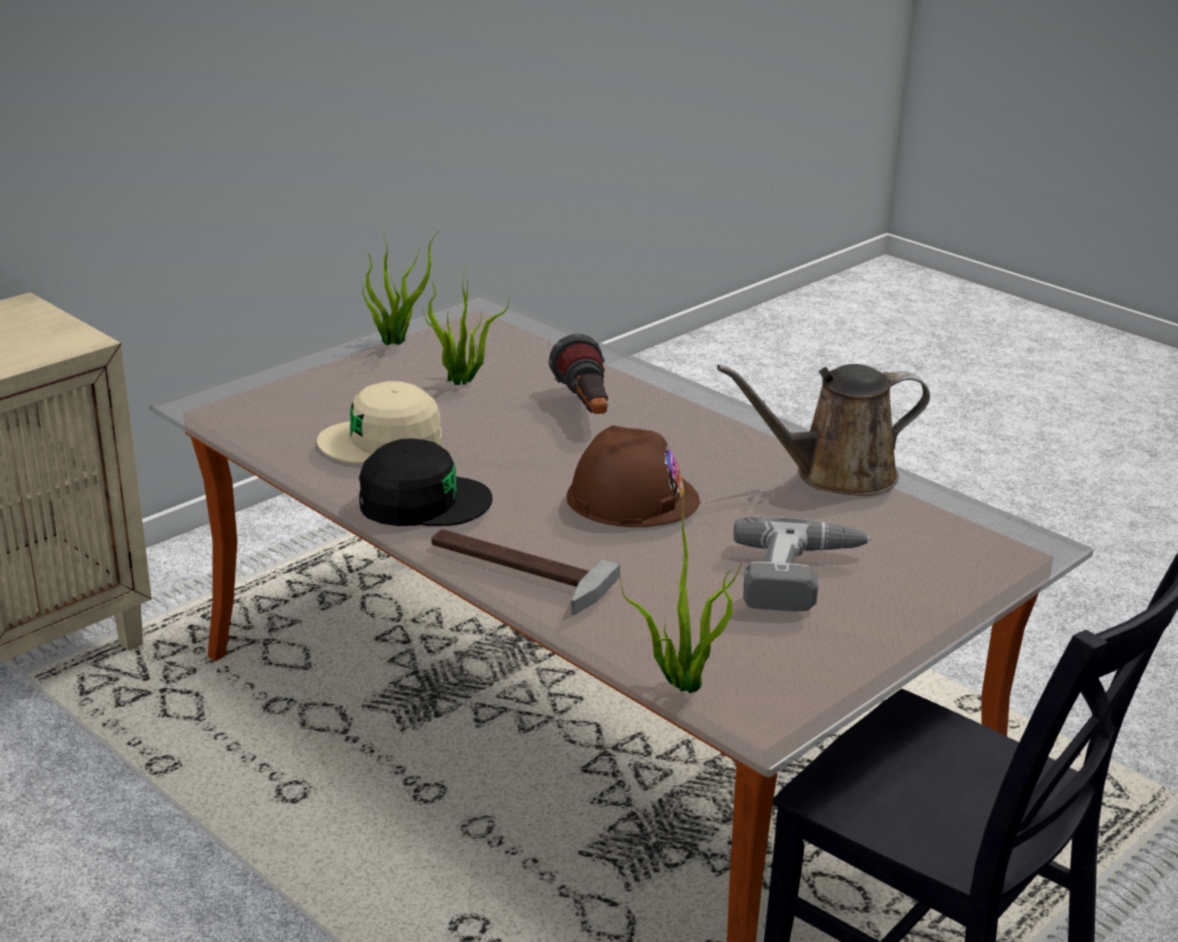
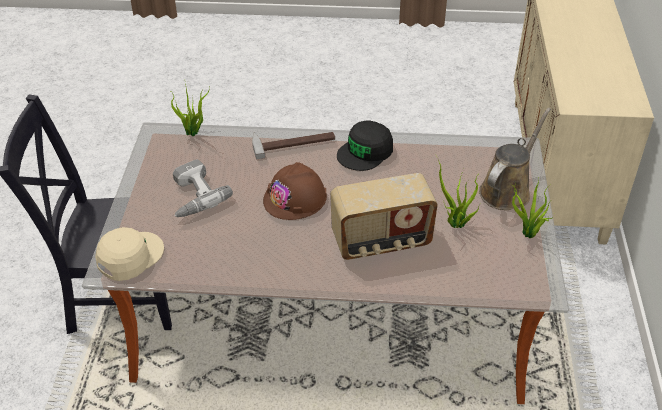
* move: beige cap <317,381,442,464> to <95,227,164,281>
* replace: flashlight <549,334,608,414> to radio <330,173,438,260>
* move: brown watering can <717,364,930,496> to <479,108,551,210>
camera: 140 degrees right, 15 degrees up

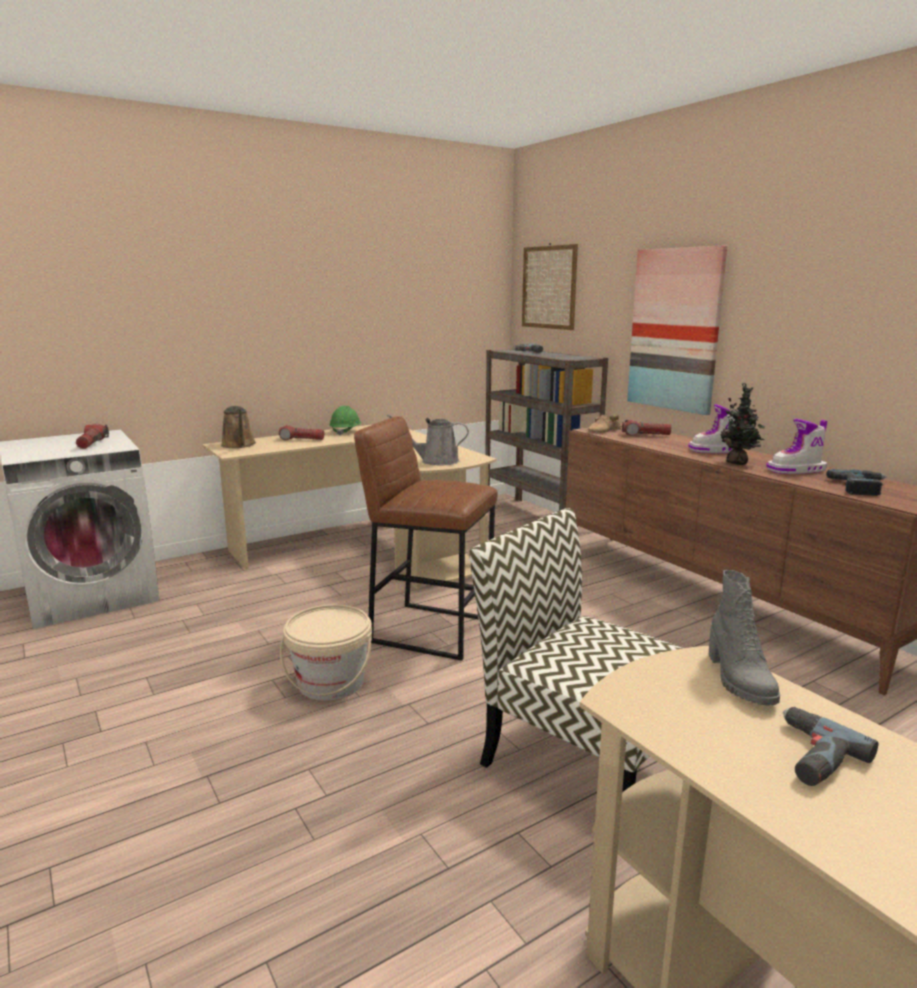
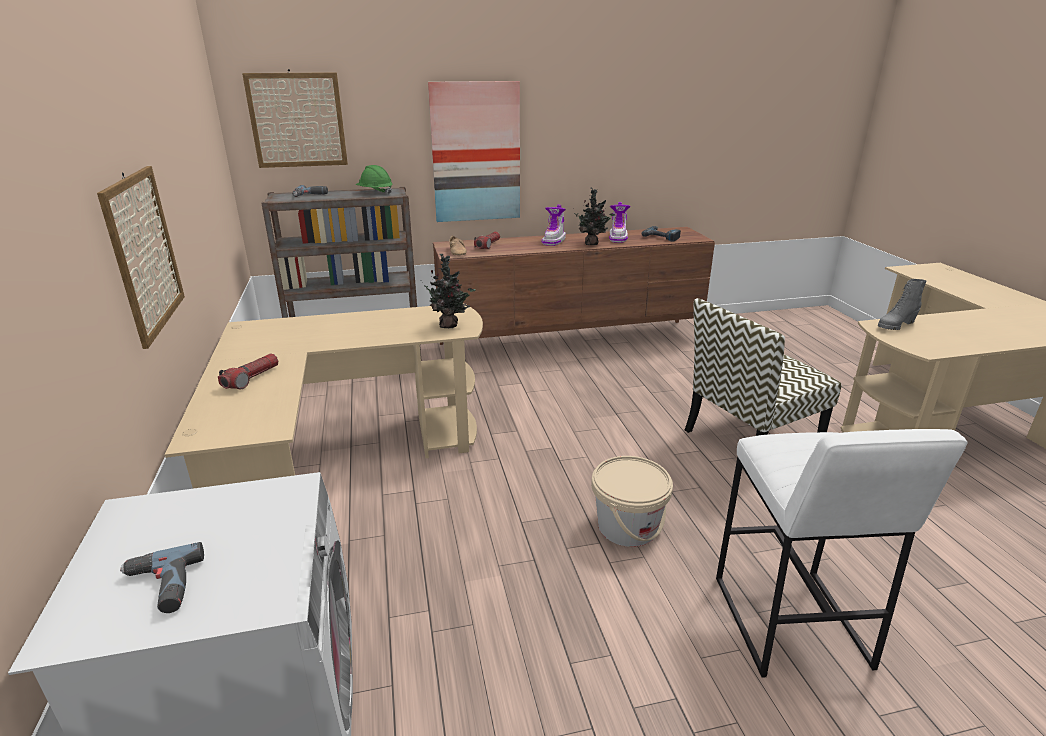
* delete: flashlight <76,424,109,449>
* delete: brown watering can <221,406,256,448>
* move: green hard hat <330,406,361,435> to <356,165,393,194>
* delete: brown stool <354,416,498,661>
* replace: grey watering can <386,414,469,465> to potted plant <420,254,476,328>
* rotate: grey boot <709,570,780,706> = <878,279,926,330> 135 degrees clockwise
* move: power drill <783,707,879,786> to <120,542,204,613>
* insert: picture <97,166,185,349>
* insert: white stool <716,429,968,678>
camera: 70 degrees left, 10 degrees up

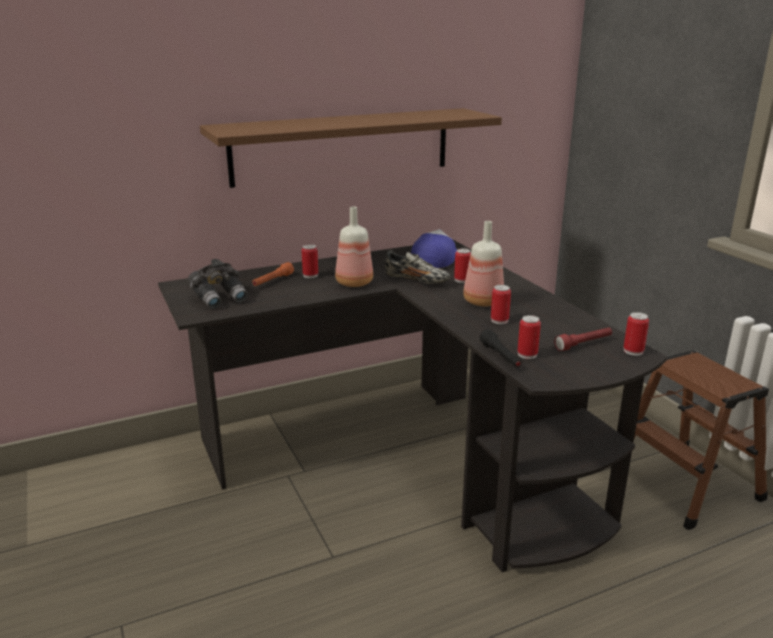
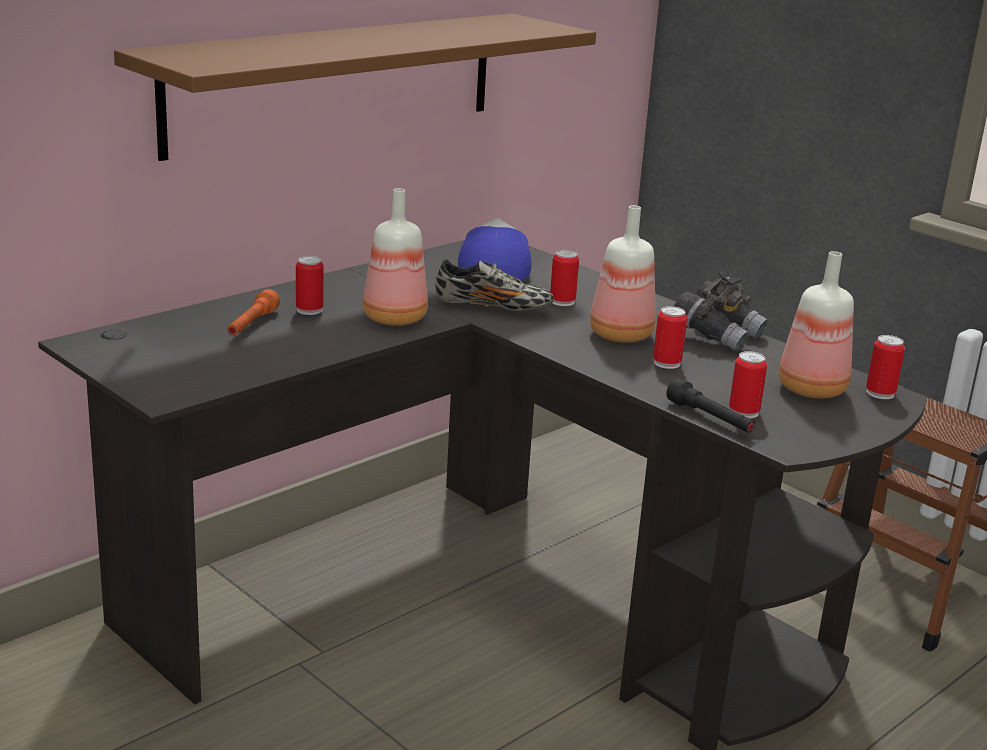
* move: grey binoculars <188,259,248,309> to <674,271,768,351>
* replace: red flashlight <554,327,612,351> to bottle <778,251,854,399>
camera: 20 degrees left, 0 degrees up

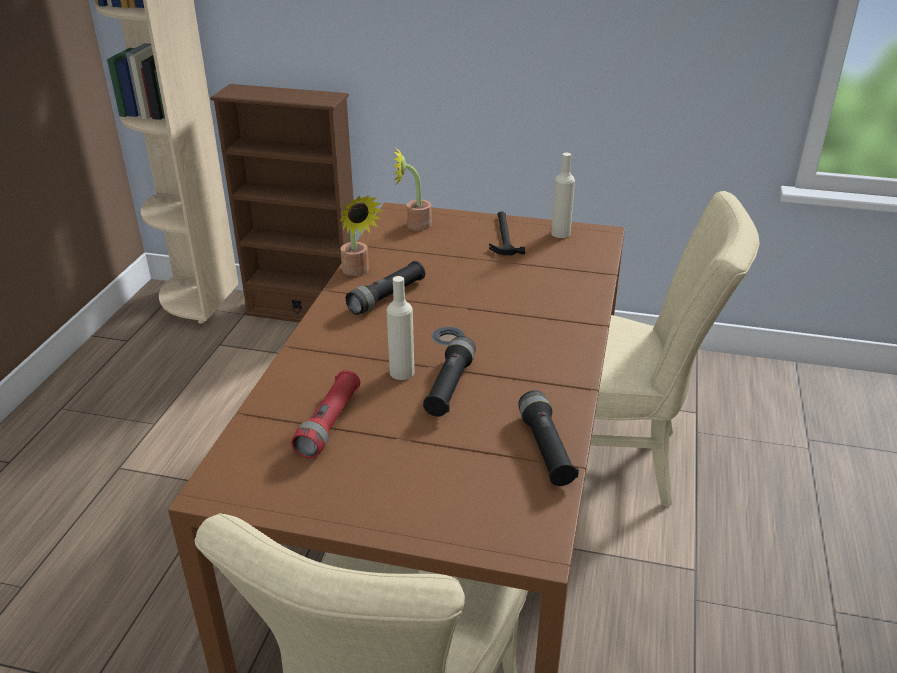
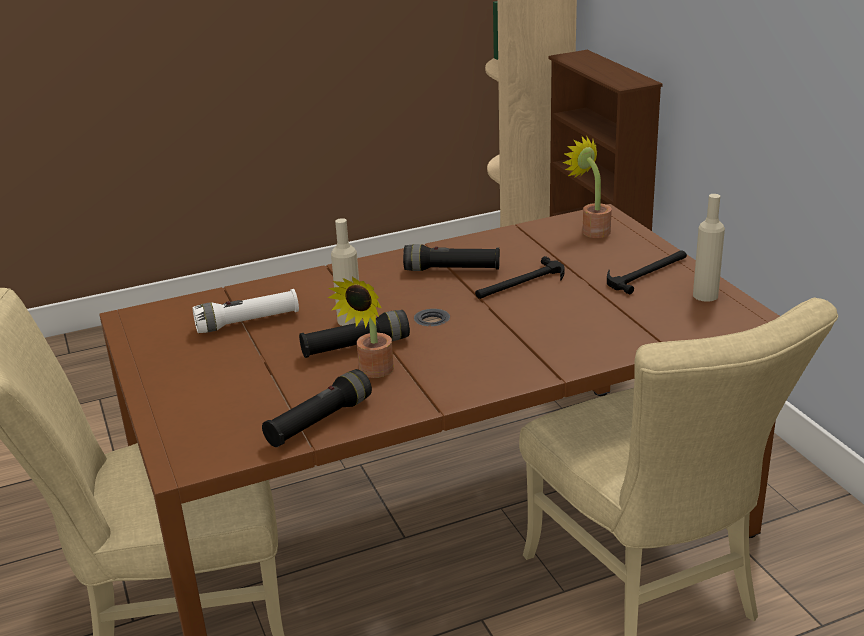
* recolor: red flashlight <291,370,360,459> to white flashlight <192,289,299,333>
* move: potted plant <340,195,382,276> to <328,277,394,378>
* insert: hammer <475,256,565,299>
camera: 55 degrees right, 5 degrees down

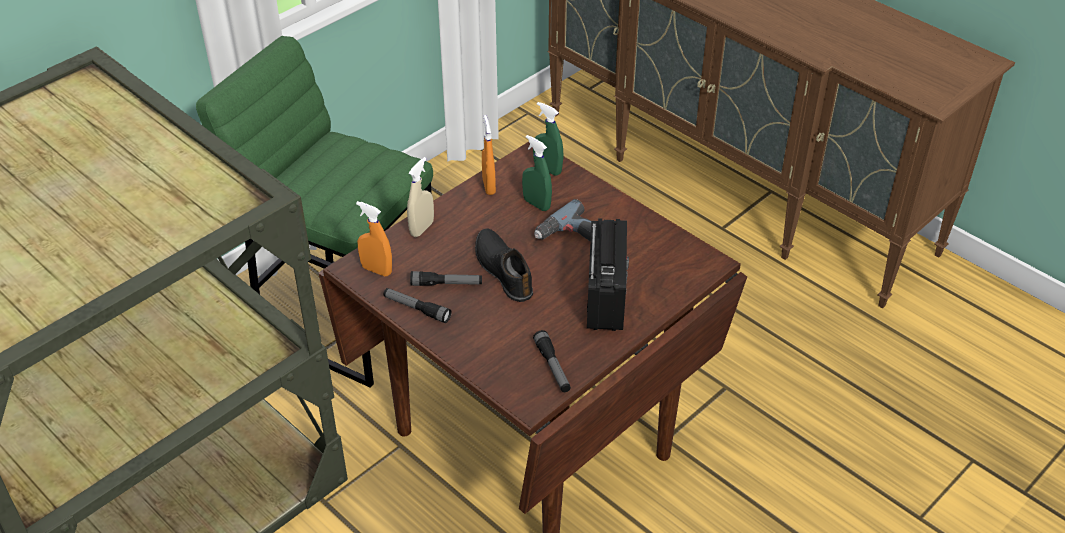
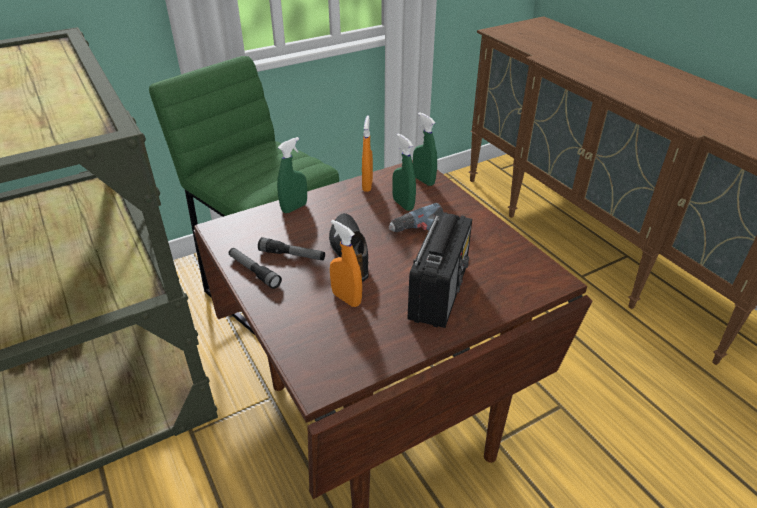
* move: orange spray bottle <356,201,392,277> to <330,220,362,307>
* recolor: beige spray bottle <407,157,434,237> to green spray bottle <277,137,307,213>
* delete: flashlight <533,330,571,392>
camera: 15 degrees right, 5 degrees down

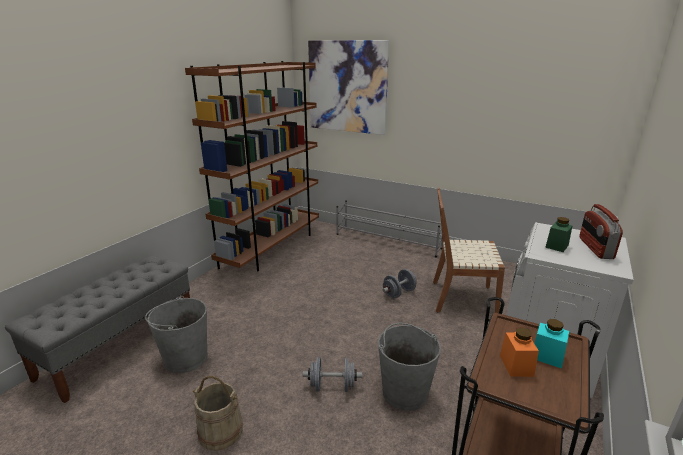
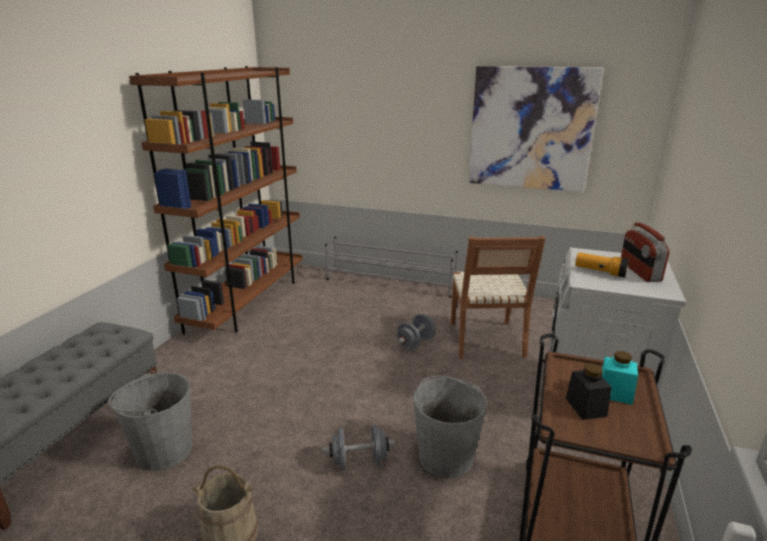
* move: picture <308,40,389,135> to <469,66,604,192>
* rotate: chair <433,188,505,313> = <450,236,545,359> 90 degrees counterclockwise
* recolor: orange jar <500,327,539,377> to black jar <566,363,612,420>
* replace: green jar <545,217,573,252> to flashlight <575,252,629,277>
camera: 10 degrees left, 0 degrees up

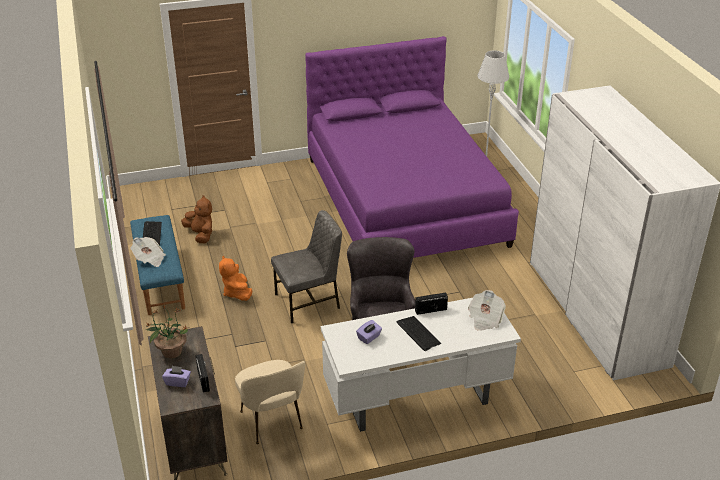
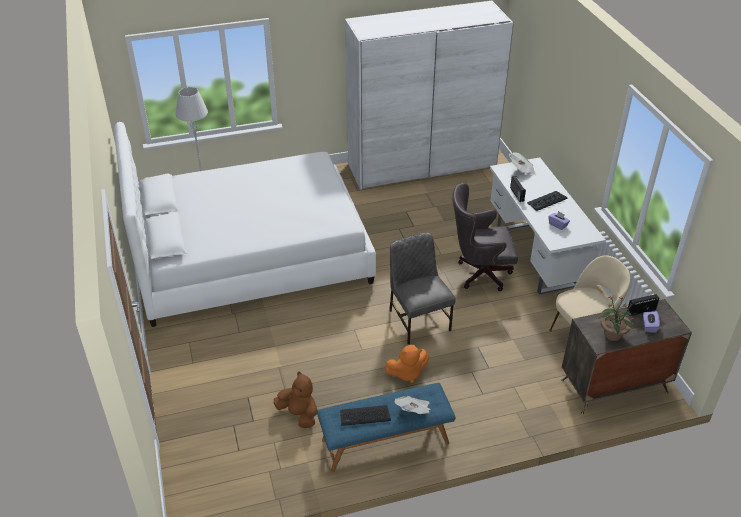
* rotate: brown plush toy <181,195,212,243> = <274,371,317,428> 75 degrees clockwise
* recolor: purple bed <305,36,519,258> to white bed <114,122,376,327>
camera: 90 degrees left, 5 degrees up

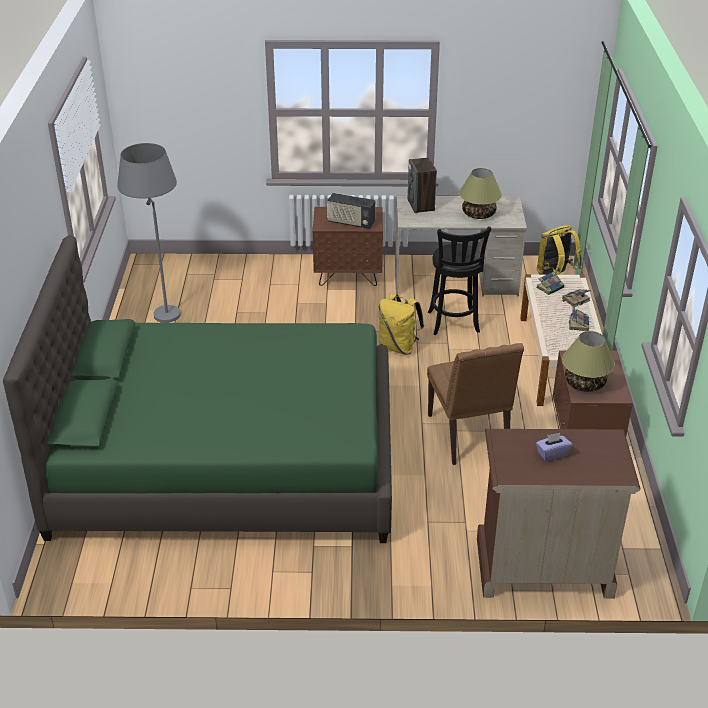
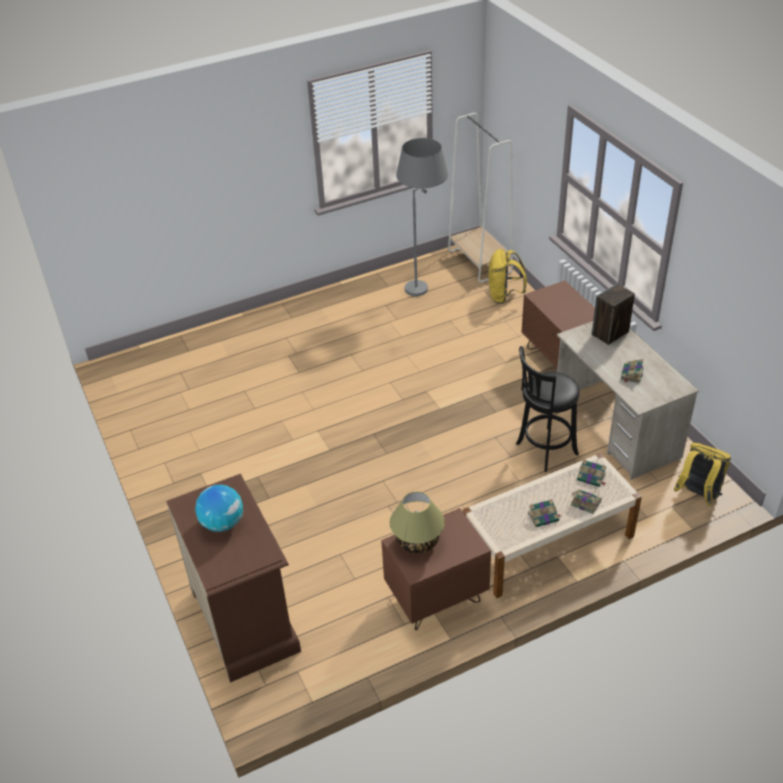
* delete: green bed <3,235,392,543>
* delete: radio <327,193,375,229>
* move: yellow backpack <378,294,424,355> to <488,249,527,304>
* delete: brown chair <427,343,524,465>
* replace: table lamp <459,168,502,219> to book <621,359,644,383>
* replace: purple tissue box <536,433,572,461> to globe <195,485,243,532>
* insert: clothes rack <448,113,513,282>
camera: 65 degrees right, 5 degrees up

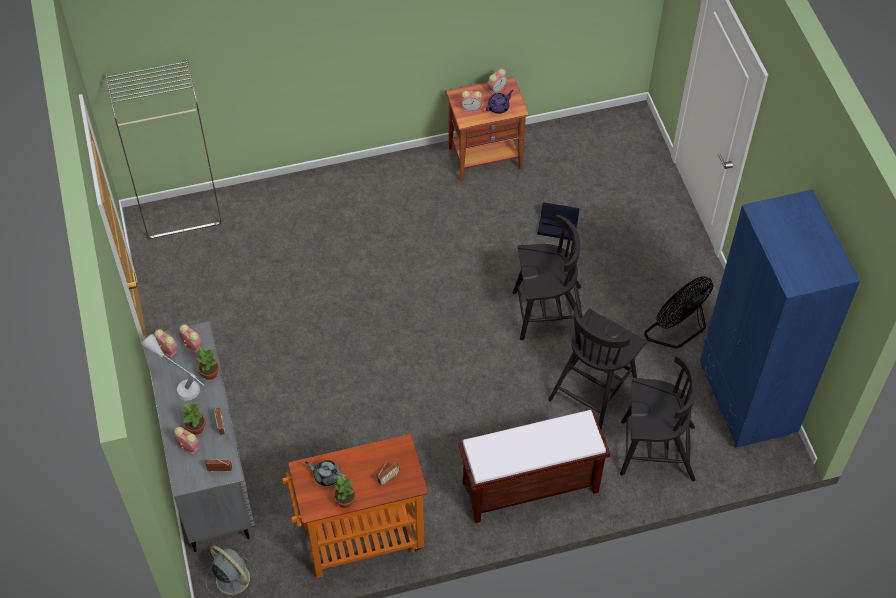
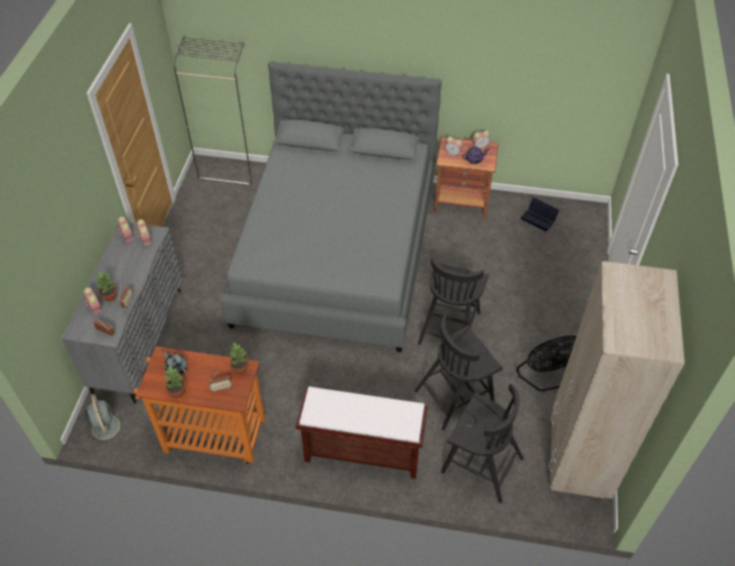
* delete: grey table lamp <141,334,204,401>
* move: potted plant <196,347,219,380> to <229,343,249,374>
* rotate: black chair <512,215,583,340> = <418,256,489,345> 90 degrees clockwise
* move: black storage box <537,202,580,241> to <521,198,559,231>
* recolor: blue wardrobe <700,190,860,448> to beige wardrobe <549,261,685,498>
* insert: grey bed <220,61,442,352>
camera: 25 degrees right, 5 degrees down

